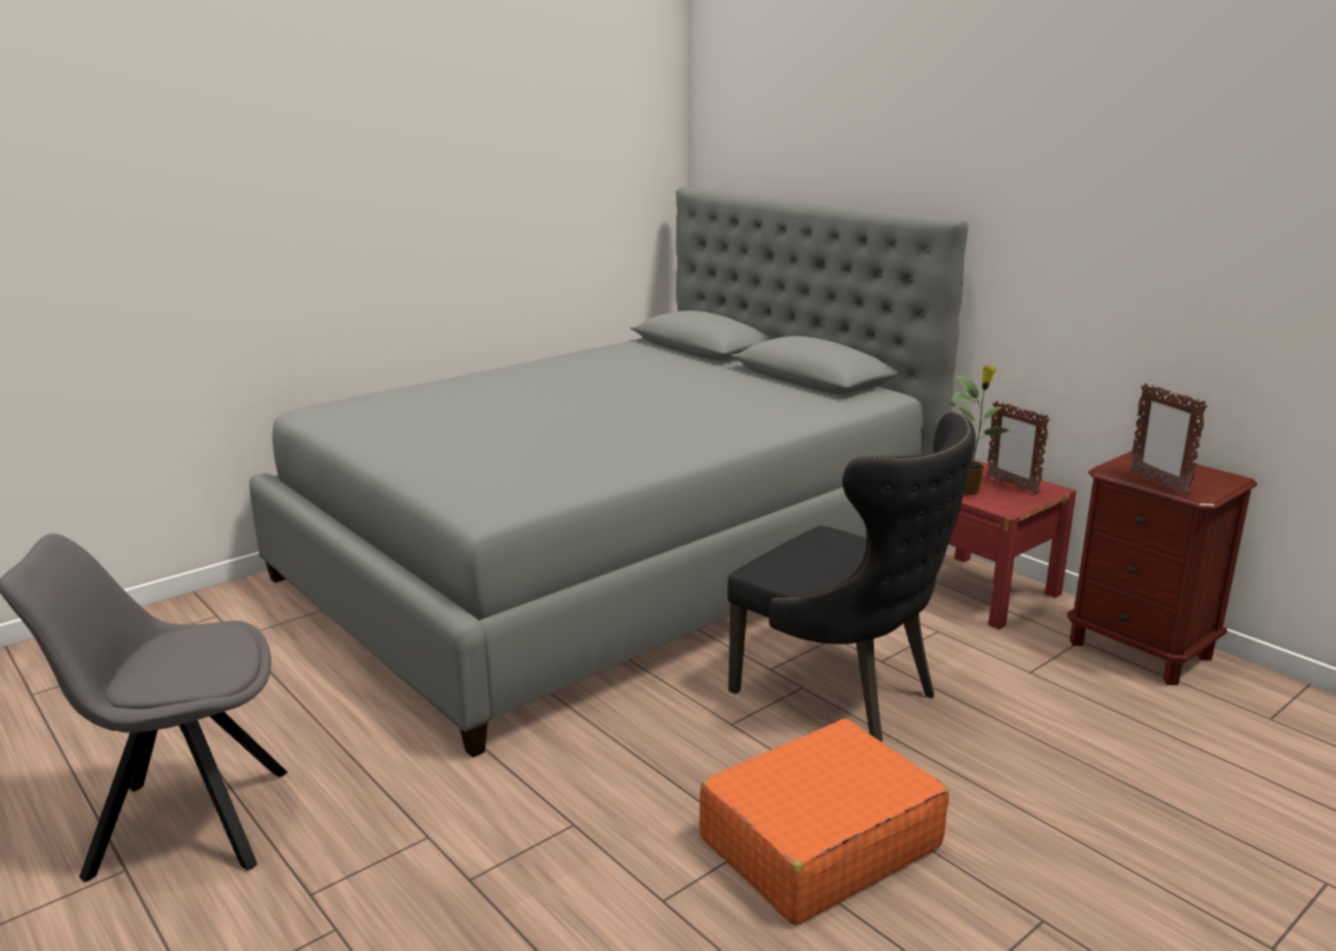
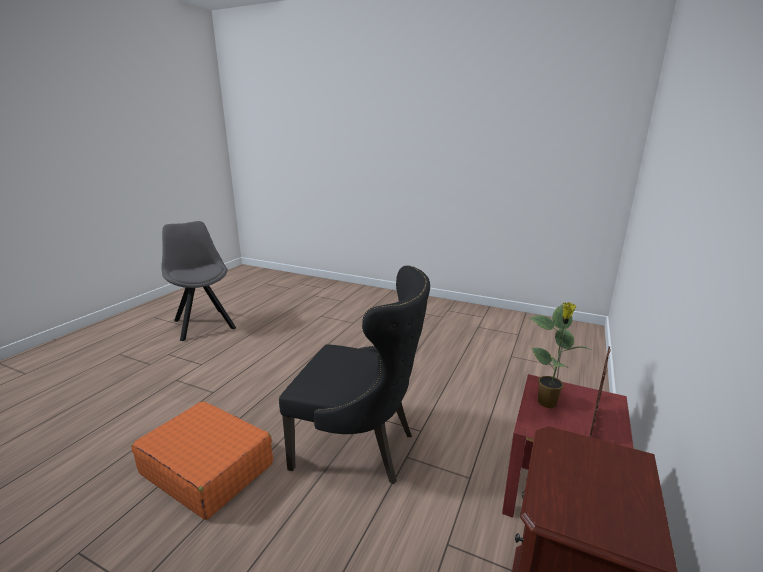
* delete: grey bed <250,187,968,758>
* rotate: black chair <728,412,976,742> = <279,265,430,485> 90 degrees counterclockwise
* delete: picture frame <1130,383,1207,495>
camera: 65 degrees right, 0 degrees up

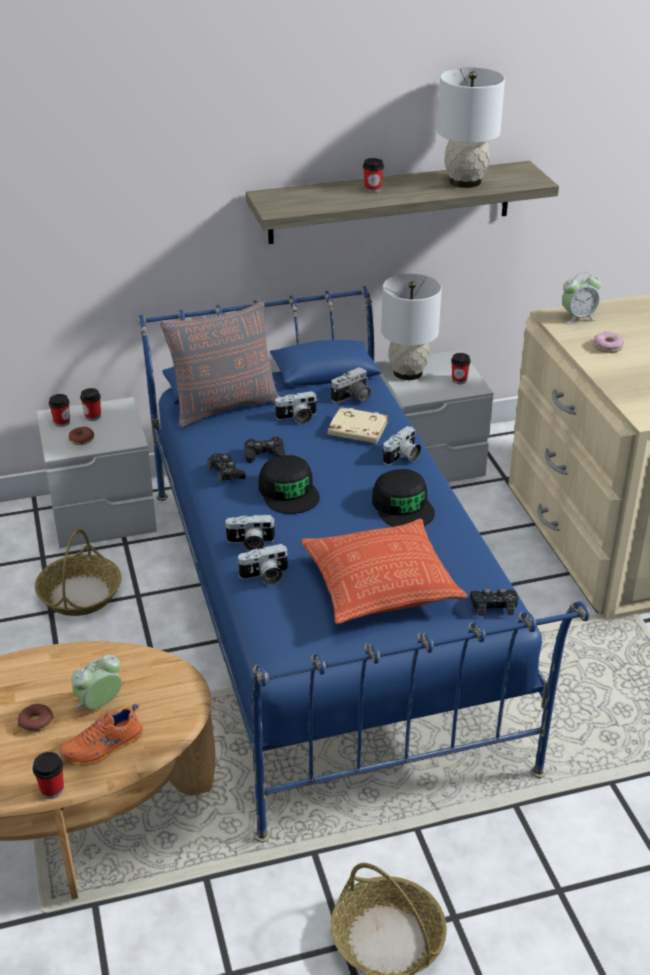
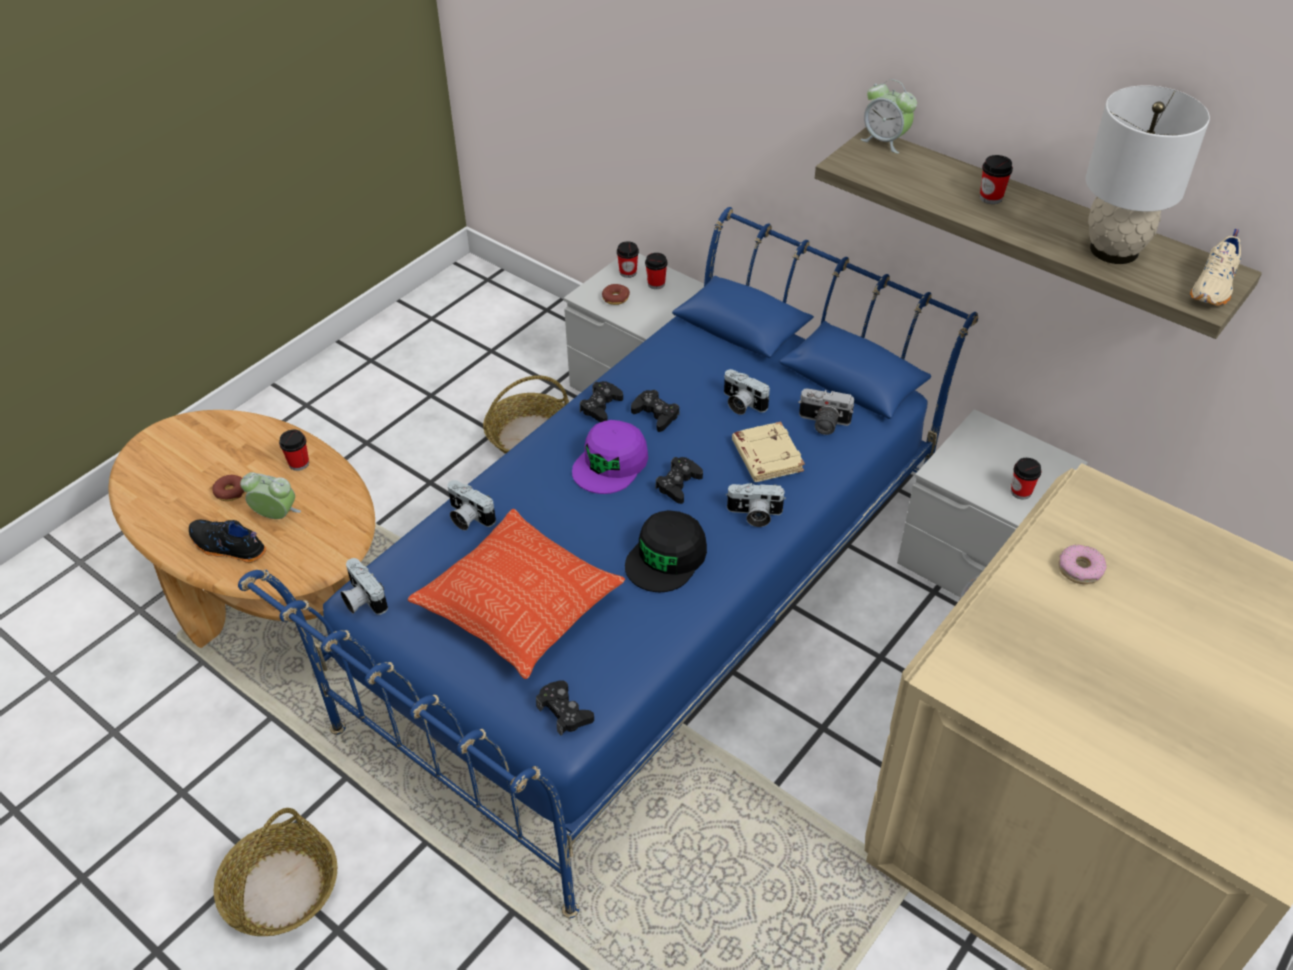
* move: cup <33,752,64,799> to <279,430,309,471>
* recolor: orange shoe <59,704,143,766> to black shoe <189,520,266,563>
* delete: grey pillow <160,301,280,428>
* move: photo camera <224,515,276,551> to <341,558,388,615>
* recolor: black cap <258,455,320,514> to purple cap <572,420,648,494>
* delete: white table lamp <381,274,442,380>
* move: alarm clock <562,272,601,325> to <860,79,917,154>
* insert: black game controller <655,457,703,504>
* insert: beige shoe <1190,229,1241,306>
camera: 55 degrees right, 10 degrees up

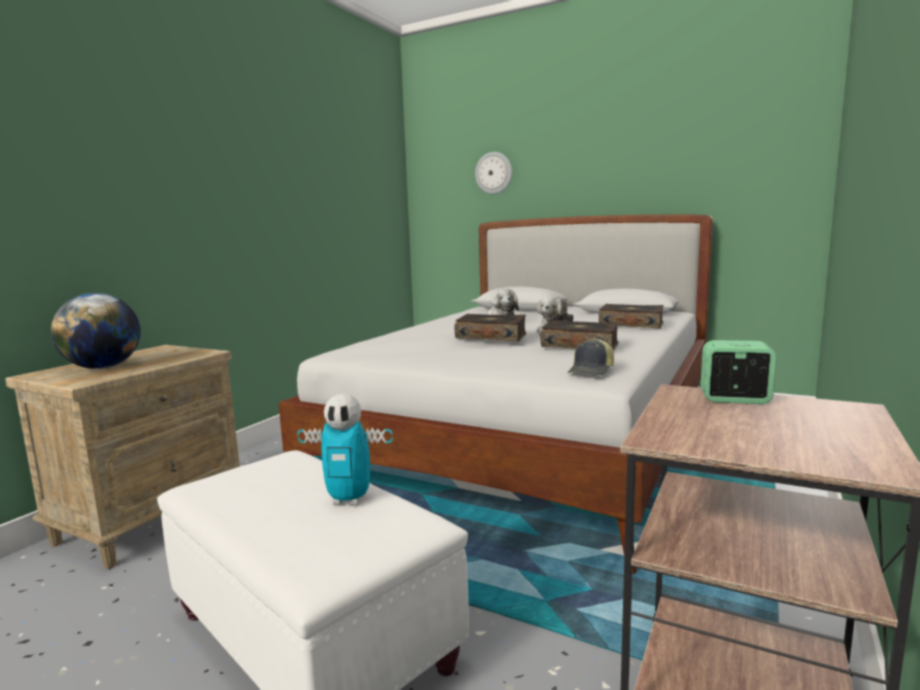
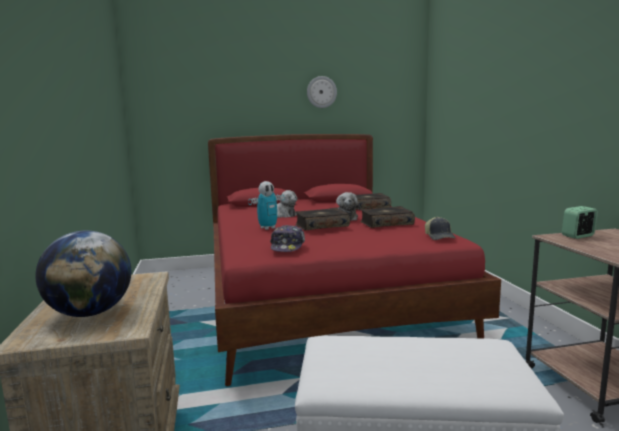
* recolor: white bed <278,214,713,574> to red bed <208,134,501,386>
* move: toy robot <297,394,393,506> to <248,181,285,230>
* move: wall clock <475,152,512,194> to <307,76,337,108>
* insert: cap <270,225,305,252>
camera: 40 degrees left, 0 degrees up

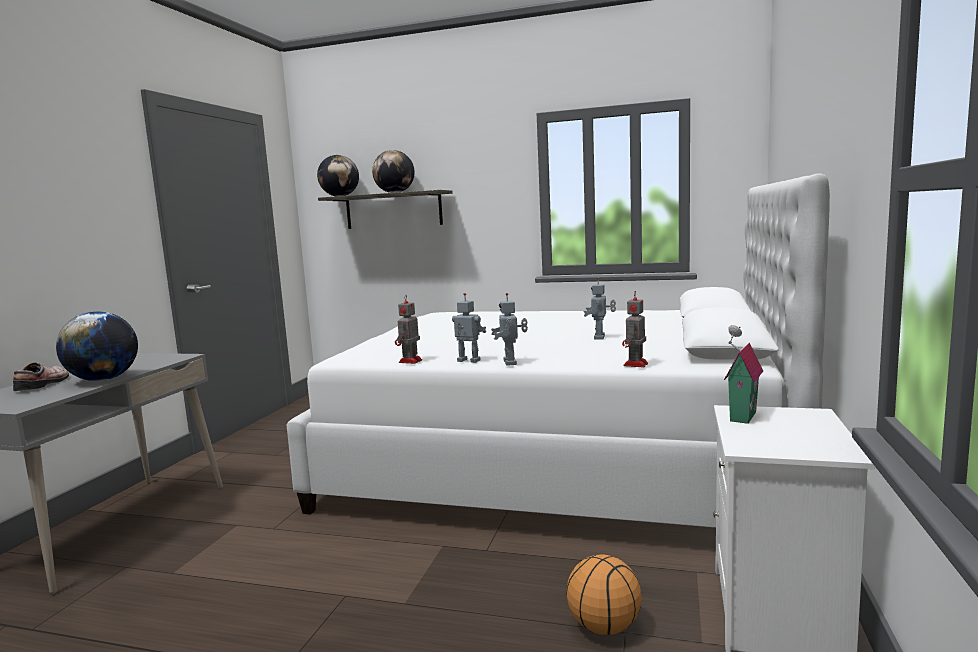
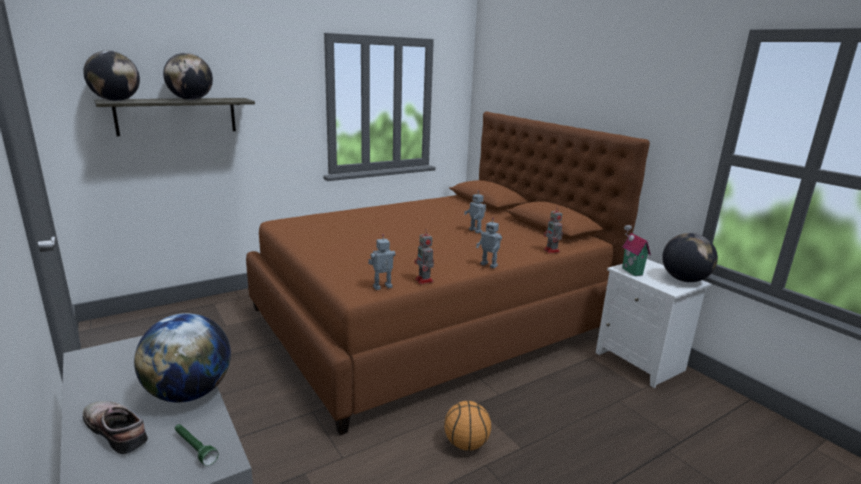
* recolor: white bed <286,174,830,528> to brown bed <246,112,650,435>
* move: toy robot <452,293,486,363> to <368,234,395,290>
* move: basketball <567,554,642,635> to <444,401,491,451>
* insert: green flashlight <175,424,219,466>
* insert: globe <662,233,718,282>
camera: 50 degrees left, 10 degrees up

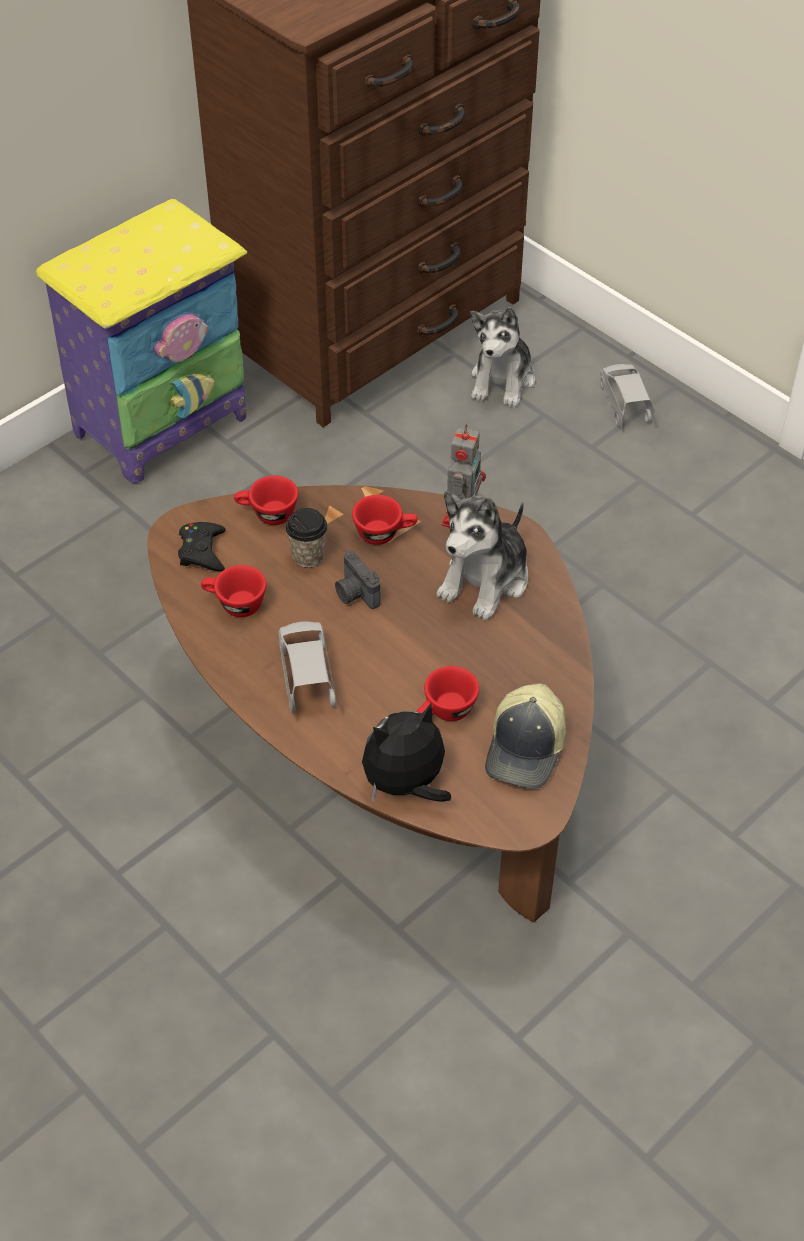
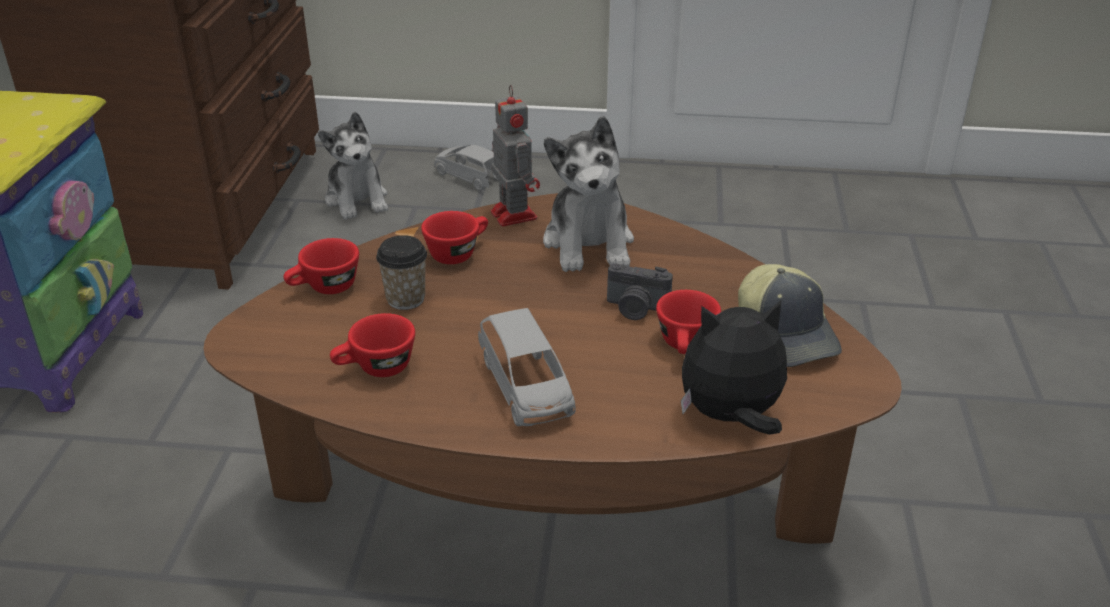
* delete: black game controller <178,522,226,572>
* rotate: grey toy car <278,621,338,715> = <478,308,575,426> 150 degrees counterclockwise
* move: photo camera <335,551,381,609> to <607,263,673,320>
* rotate: plush toy <362,703,451,804> = <681,300,787,435> 60 degrees clockwise
camera: 40 degrees left, 15 degrees down

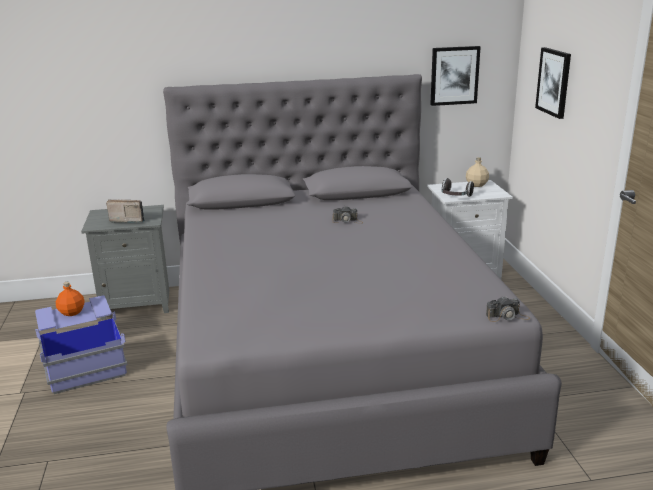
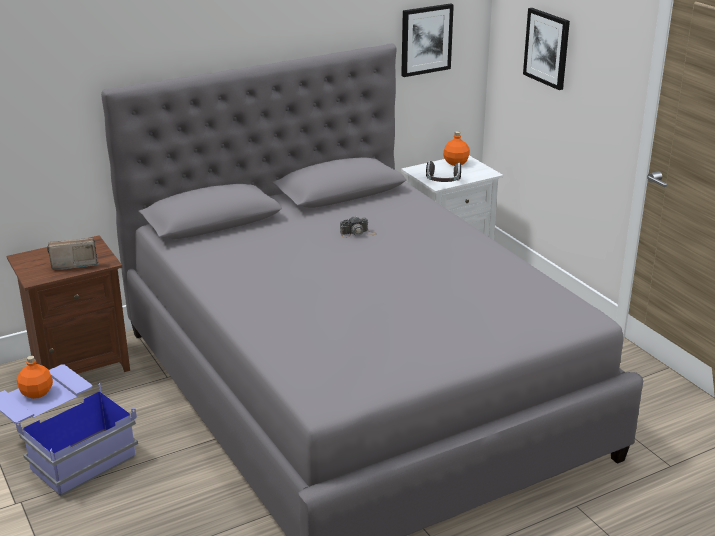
* recolor: grey nightstand <81,205,169,320> to brown nightstand <7,235,130,374>
* recolor: beige bottle <466,157,489,187> to orange bottle <443,131,470,166>
* delete: photo camera <486,296,530,322>
camera: 20 degrees left, 5 degrees up

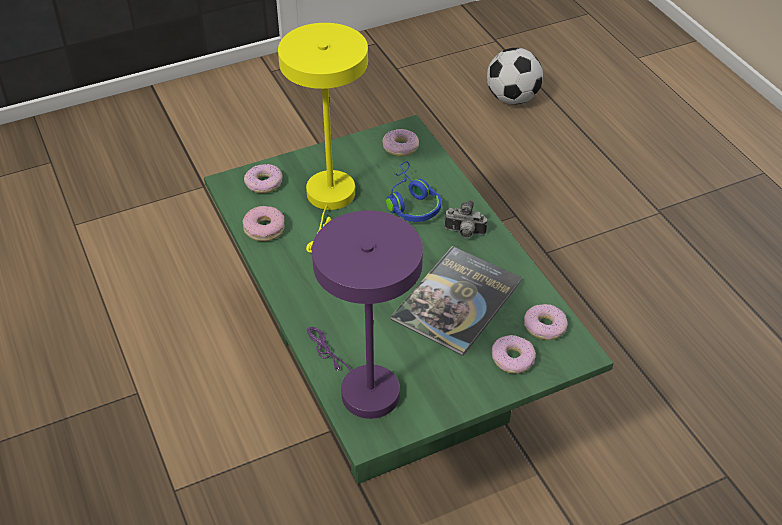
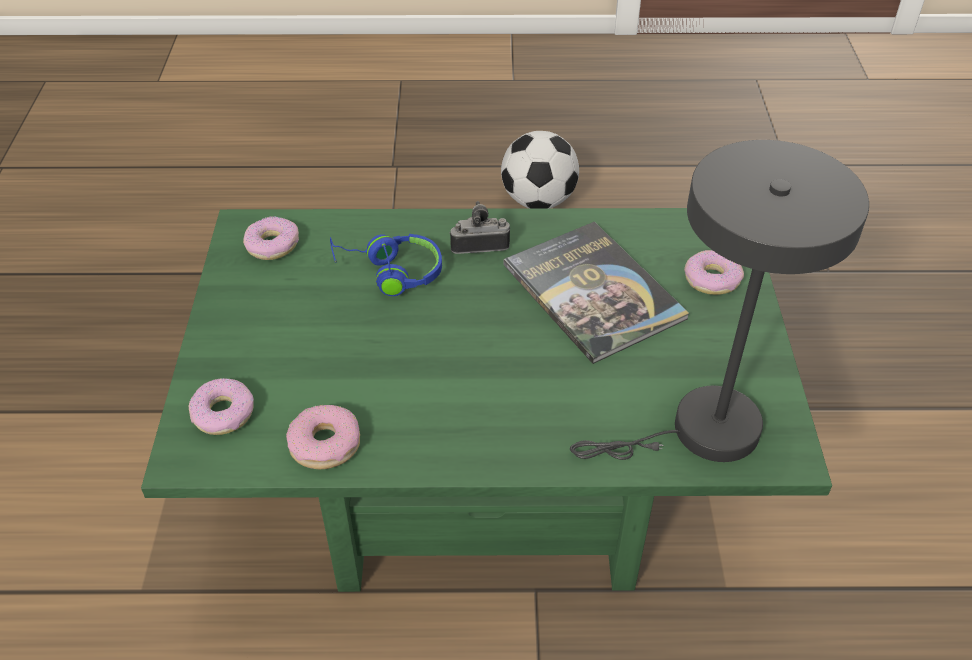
* delete: yellow table lamp <278,23,368,253>
* recolor: purple table lamp <307,210,423,419> to grey table lamp <570,140,869,462>
* rotate: photo camera <444,200,487,238> = <449,201,510,254> 135 degrees counterclockwise
* move: football <487,48,543,105> to <501,131,579,208>
* delete: donut <524,304,568,340>
camera: 65 degrees left, 0 degrees up

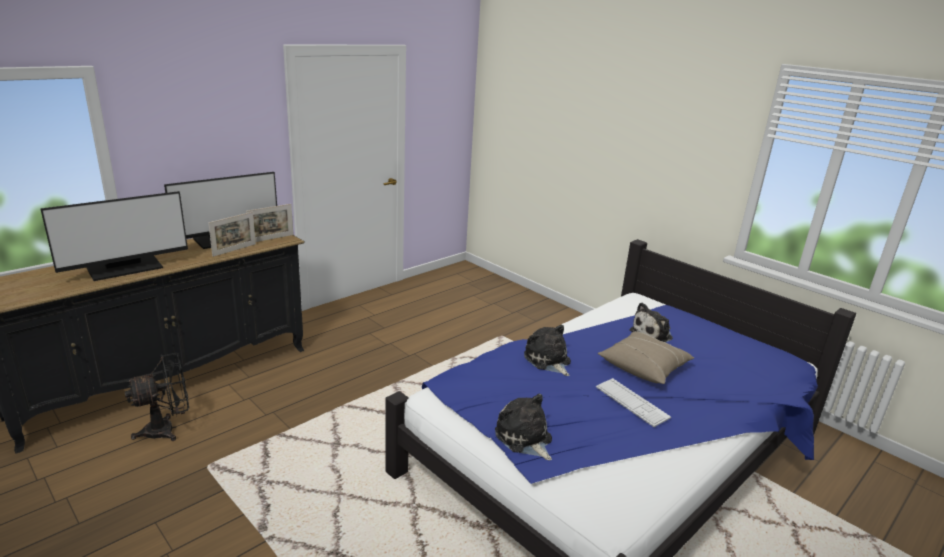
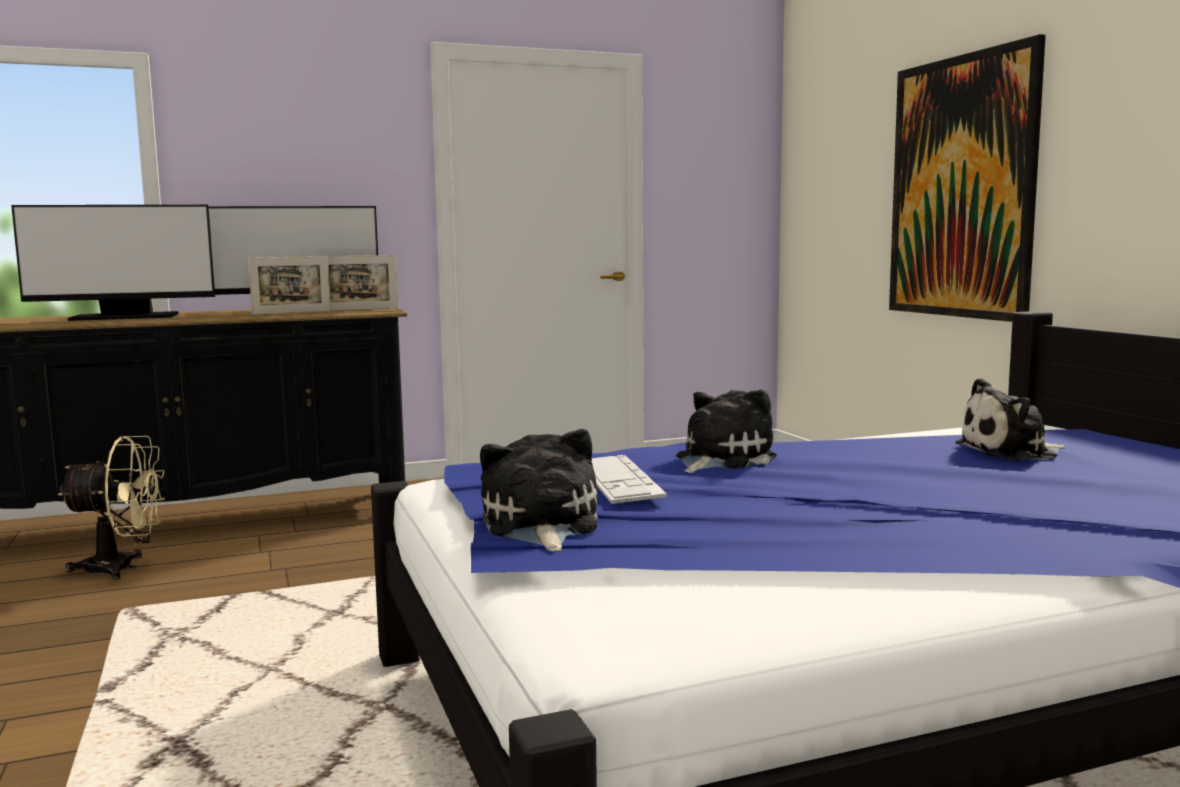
* recolor: black fan <125,353,189,441> to beige fan <58,436,165,580>
* rotate: plush toy <524,325,571,376> = <677,389,777,473> 45 degrees clockwise
* move: keyboard <596,378,671,427> to <592,455,667,504>
* delete: beige pillow <598,331,694,384>
* insert: picture <889,34,1046,322>
camera: 25 degrees right, 15 degrees down

